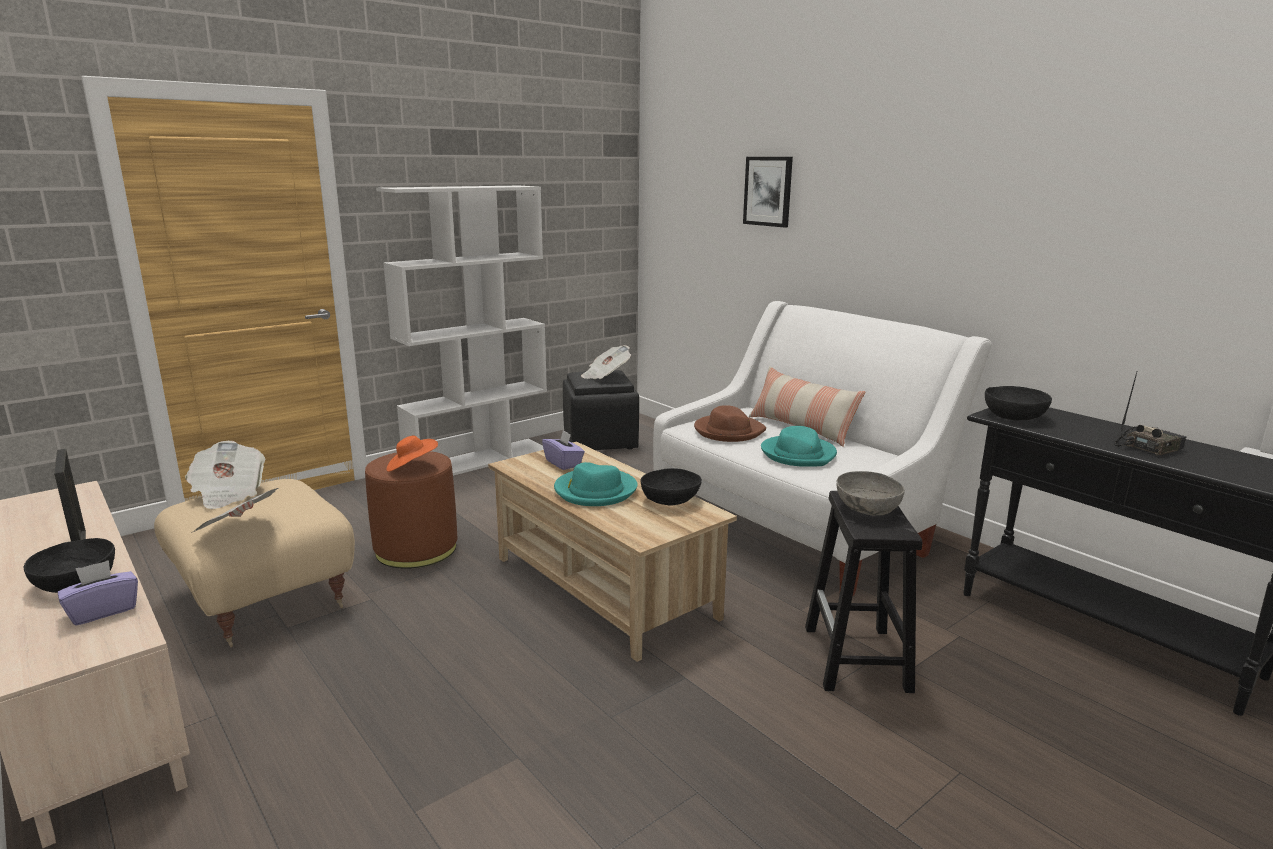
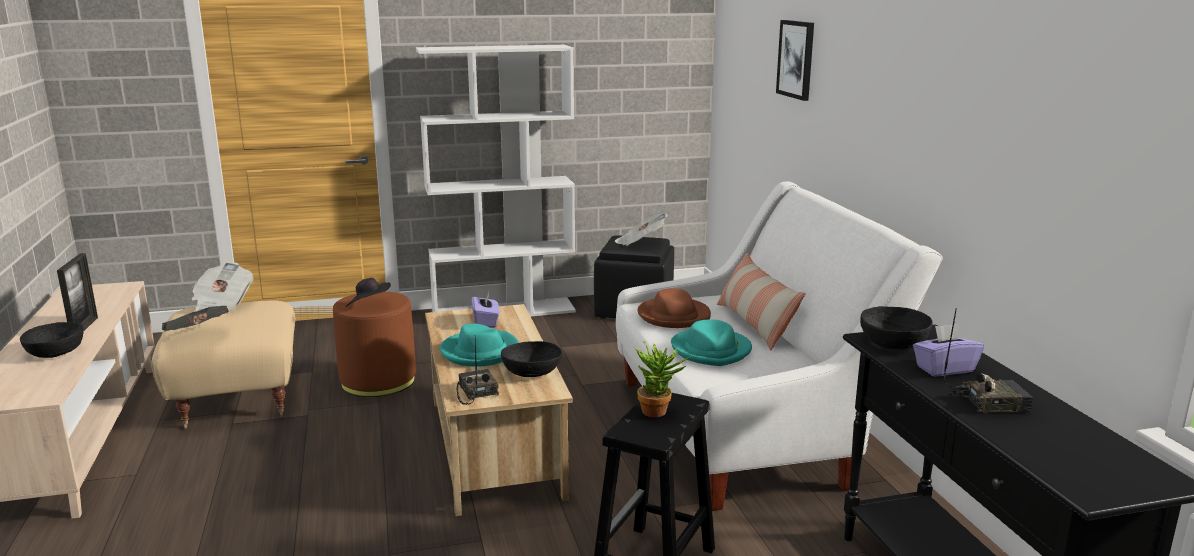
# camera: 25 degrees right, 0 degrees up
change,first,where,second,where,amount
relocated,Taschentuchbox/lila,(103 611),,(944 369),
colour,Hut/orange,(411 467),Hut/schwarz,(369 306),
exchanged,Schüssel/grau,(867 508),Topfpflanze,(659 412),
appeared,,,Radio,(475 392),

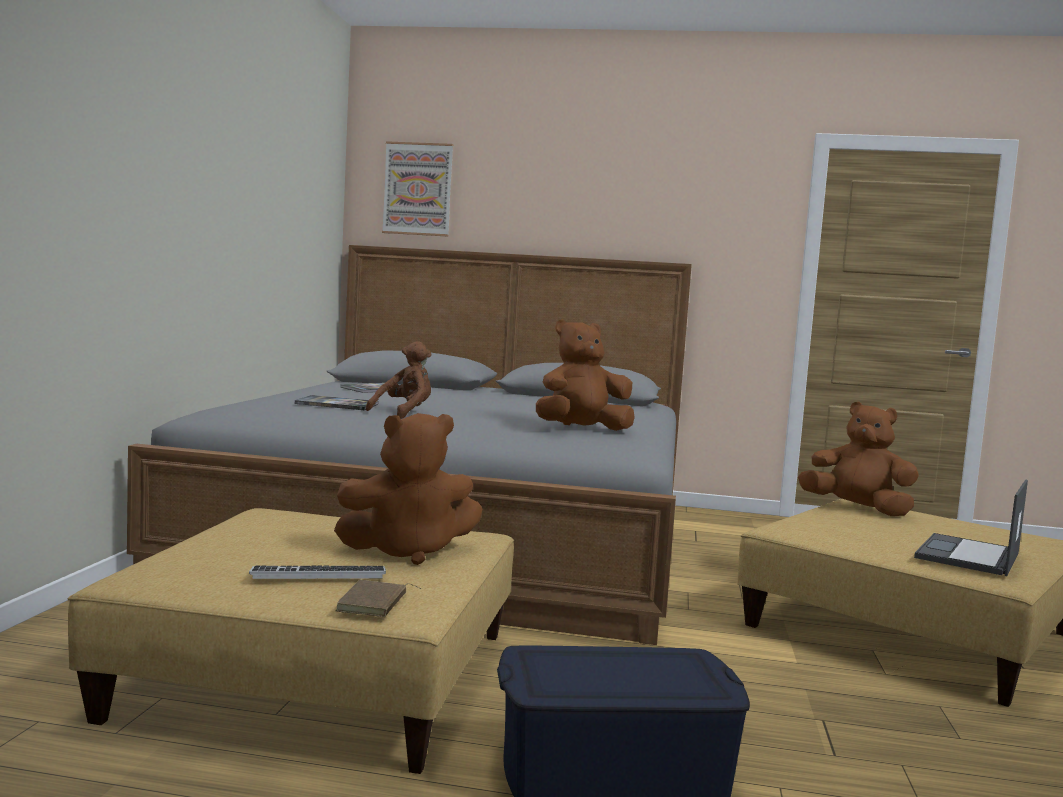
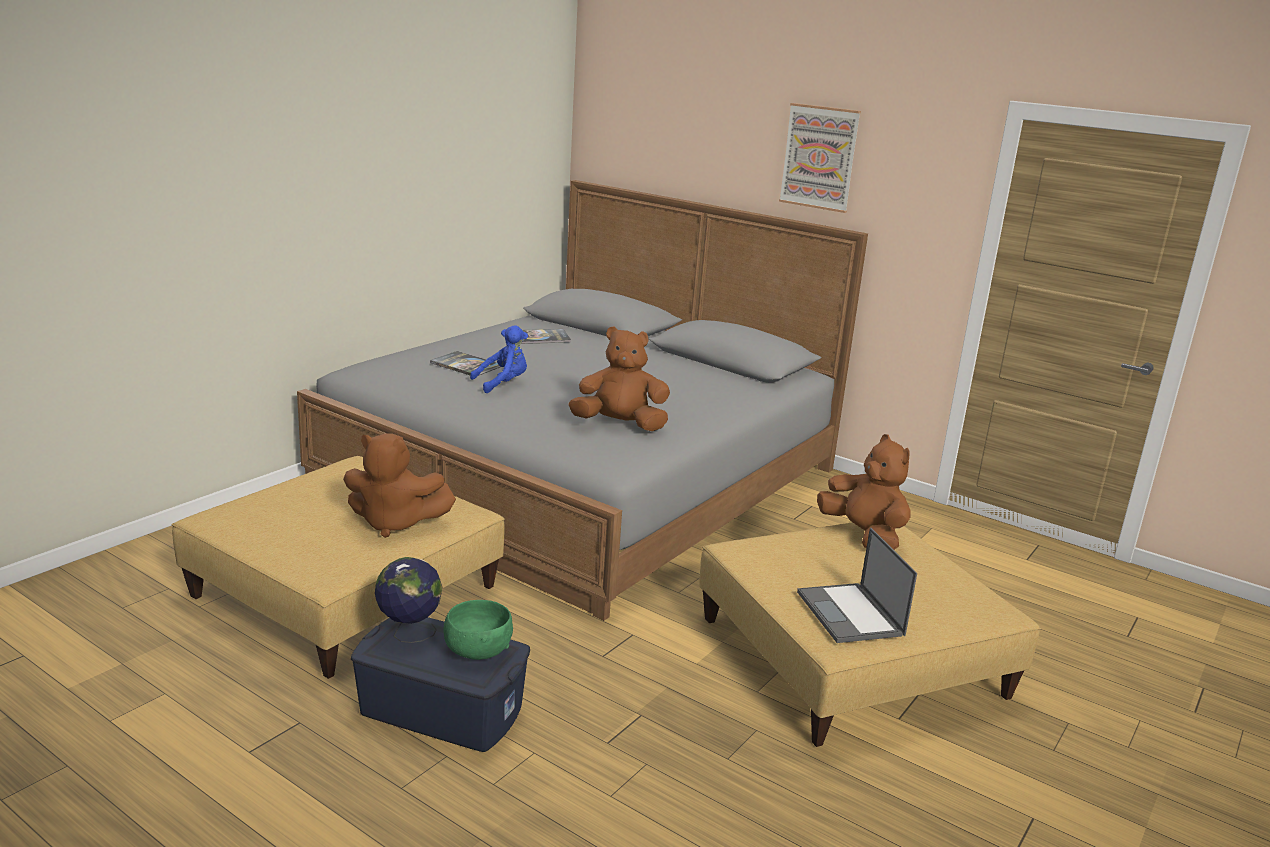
# camera: 25 degrees right, 15 degrees up
change,first,where,second,where,amount
missing,Tastatur,(318 574),,,
missing,Buch/braun,(374 603),,,
colour,Plüschtier/braun,(404 413),Plüschtier/blau,(503 384),
relocated,Bild,(418 189),,(819 157),
spun,Laptop,(968 556),,(851 614),75 degrees counterclockwise
appeared,,,Globus,(409 633),
appeared,,,Schüssel/grün,(477 651),

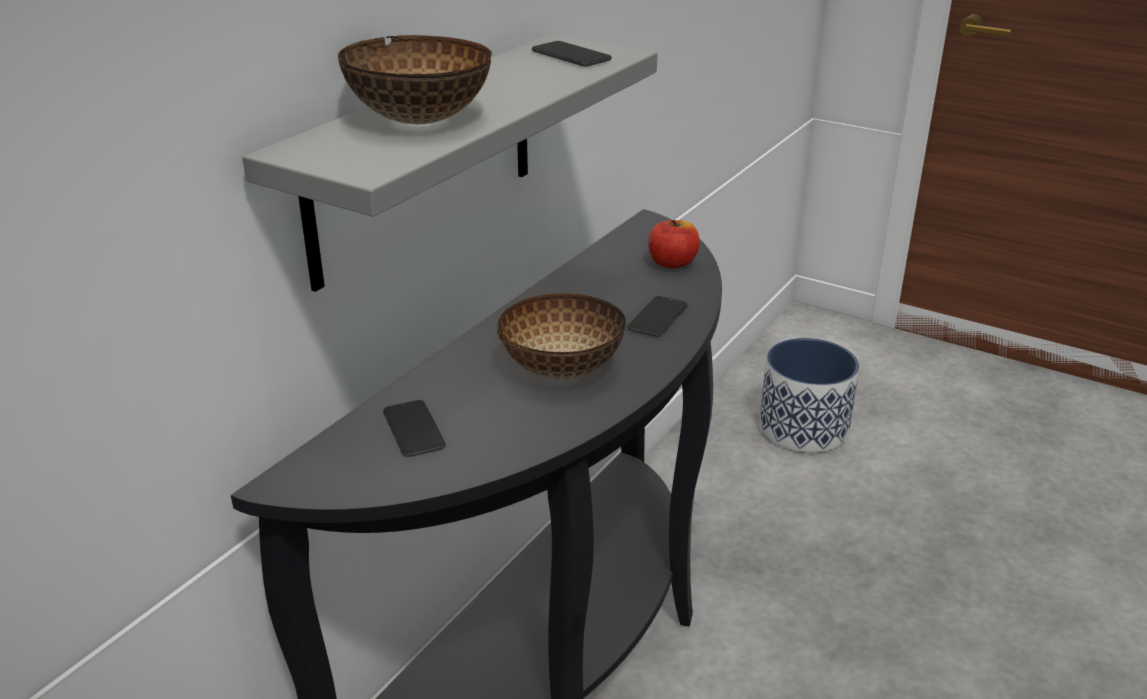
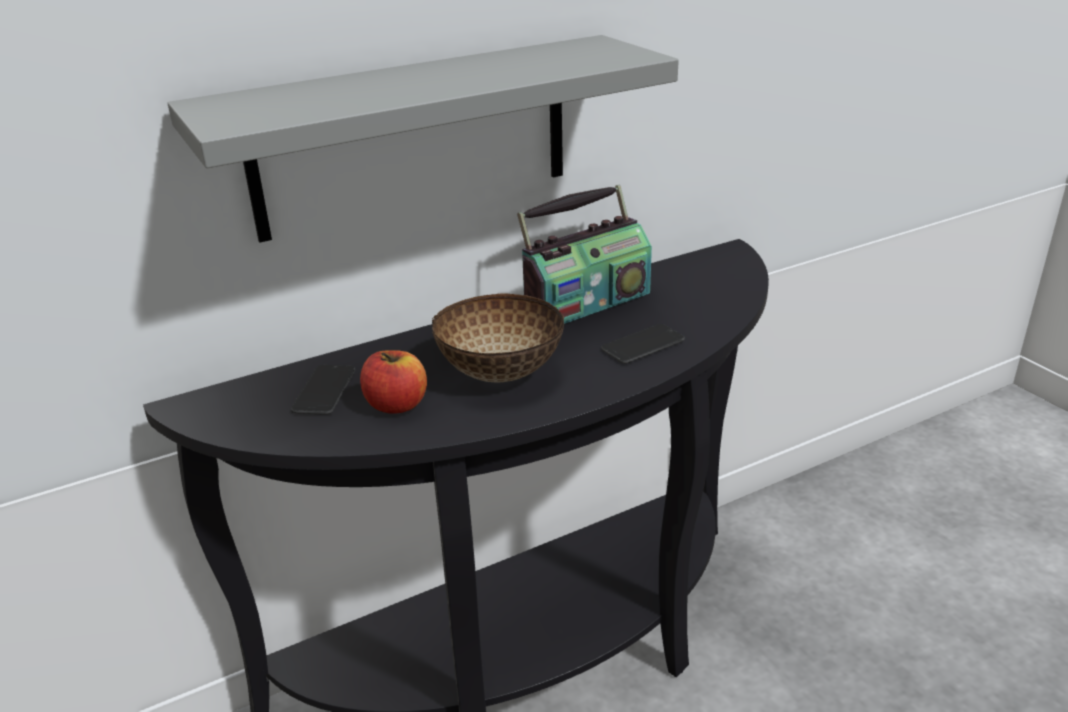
# camera: 30 degrees right, 0 degrees up
change,first,where,second,where,amount
missing,Schüssel,(422 120),,,
missing,Handy,(571 55),,,
relocated,Apfel,(672 263),,(396 405),
missing,Pflanzkübel,(804 429),,,
appeared,,,Radio,(586 302),

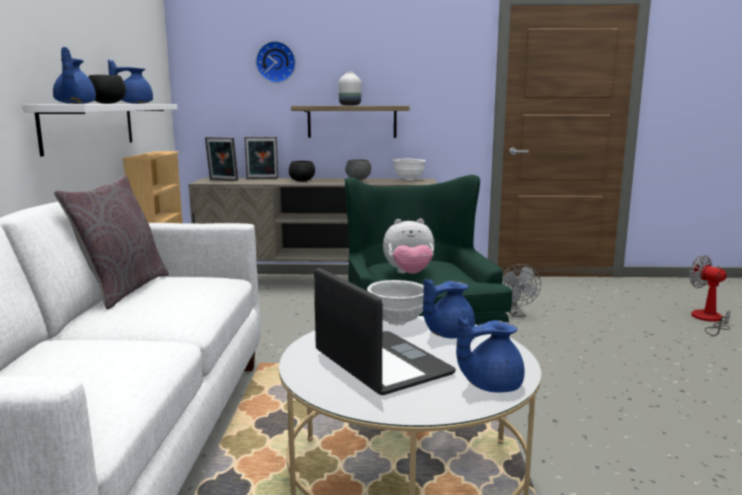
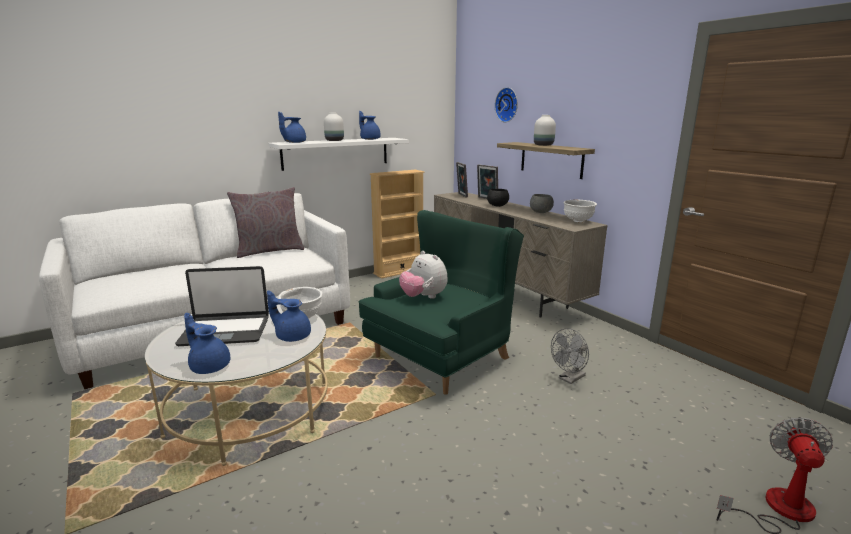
# camera: 55 degrees right, 5 degrees up
change,first,where,second,where,amount
exchanged,Schüssel/schwarz,(107 103),Vase/weiß,(335 140),
spun,Laptop,(381 364),,(225 331),60 degrees clockwise

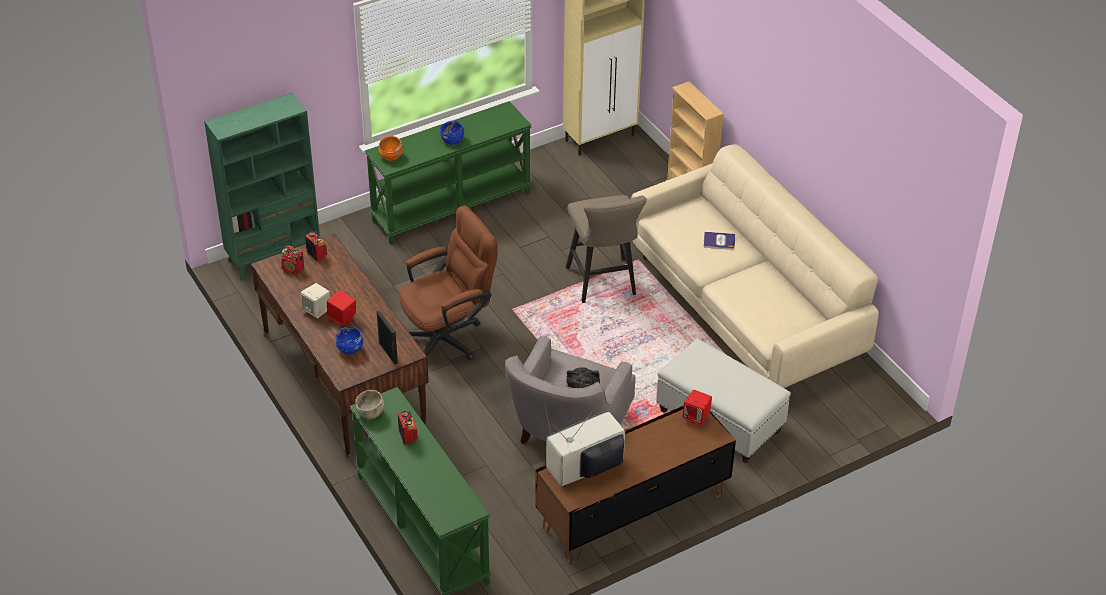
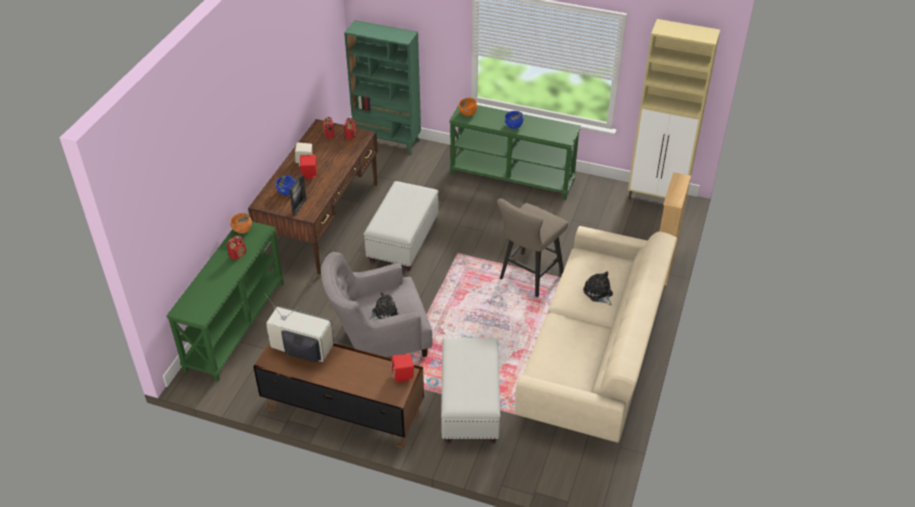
# camera: 50 degrees right, 0 degrees up
change,first,where,second,where,amount
colour,Schüssel/beige,(370 412),Schüssel/orange,(242 229),
exchanged,Bürostuhl/braun,(448 336),Polsterhocker/weiß,(403 242),
exchanged,Buch,(719 241),Plüschtier,(598 293),

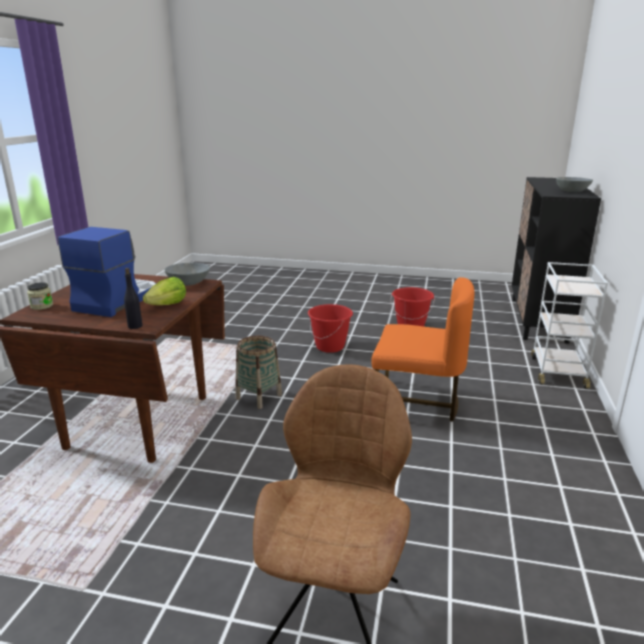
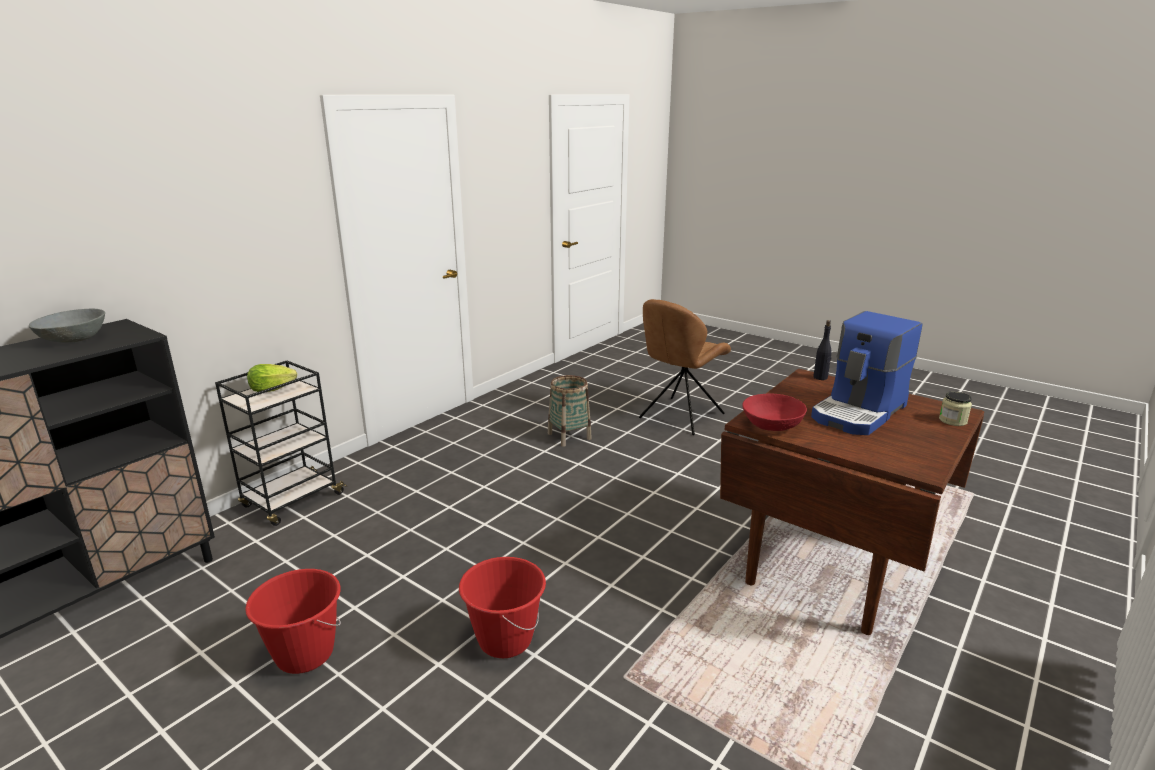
# camera: 155 degrees left, 0 degrees up
change,first,where,second,where,amount
relocated,Salatkopf,(168 305),,(271 390),
colour,Schüssel/grau,(188 283),Schüssel/rot,(771 425),
relocated,Korb,(258 397),,(569 436),
missing,Stuhl/orange,(416 403),,,
colour,Rollwagen/weiß,(557 372),Rollwagen/schwarz,(292 501),

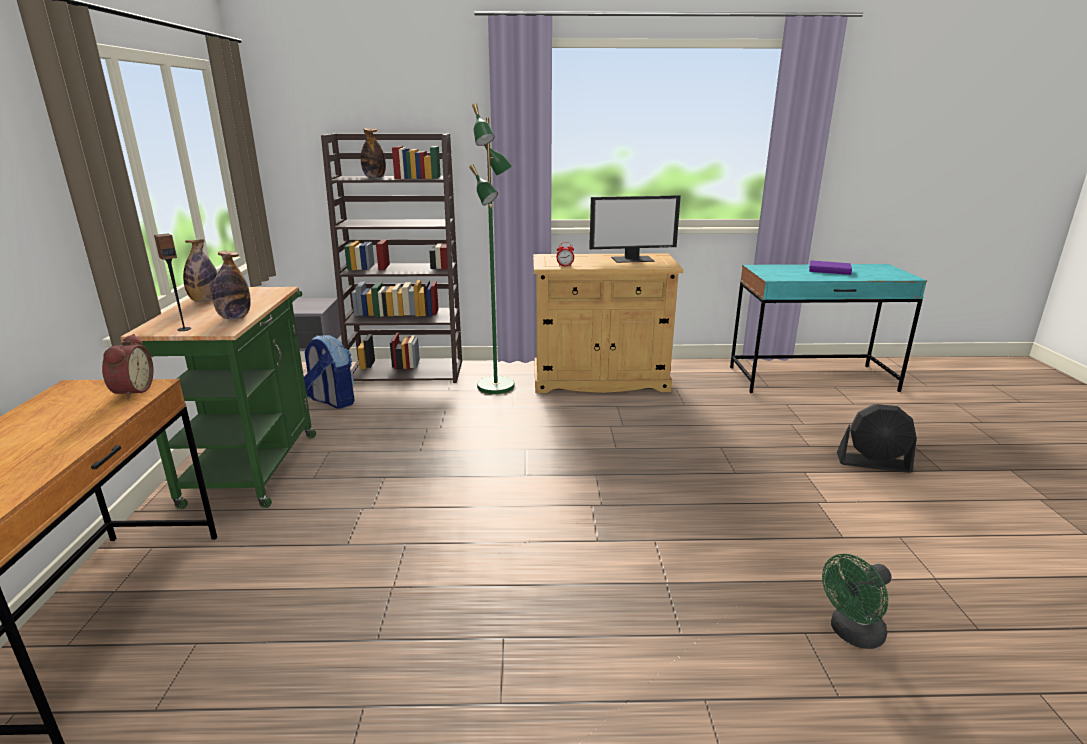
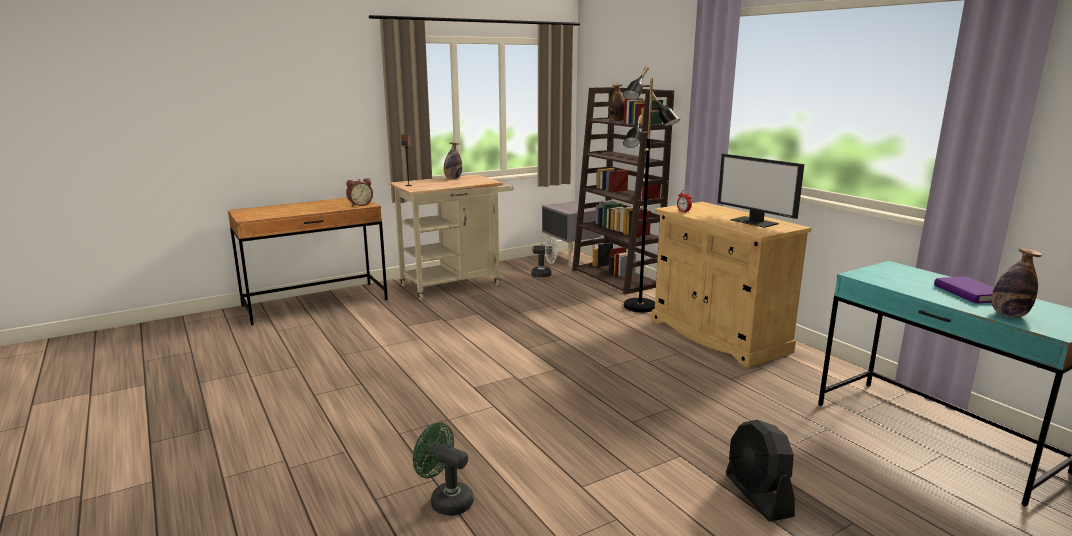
# camera: 60 degrees right, 5 degrees down
change,first,where,second,where,amount
colour,Rollwagen/grün,(255 463),Rollwagen/beige,(456 284),
relocated,Flasche,(235 318),,(1008 315),
exchanged,Rucksack,(332 401),Ventilator/weiß,(545 275),
colour,Stehlampe/grün,(497 386),Stehlampe/schwarz,(640 307),

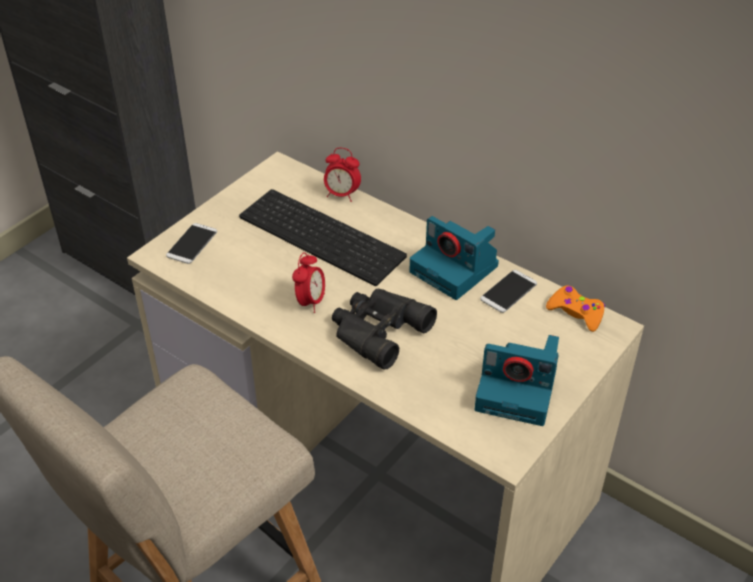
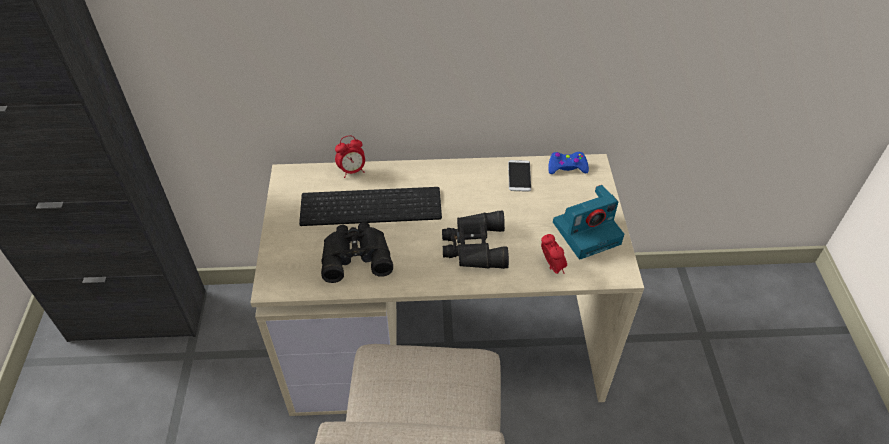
# camera: 40 degrees left, 5 degrees up
change,first,where,second,where,amount
missing,Handy,(192 244),,,
relocated,Wecker,(310 302),,(551 267),
missing,Kamera,(456 269),,,
colour,Gamepad/orange,(576 312),Gamepad/blau,(567 167),
appeared,,,Fernglas/schwarz,(355 255),

